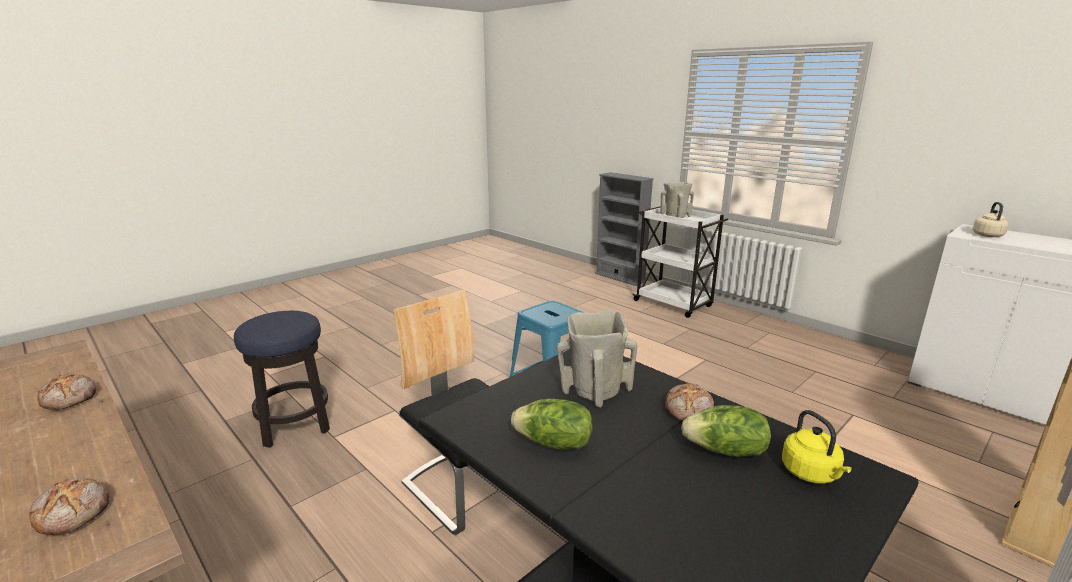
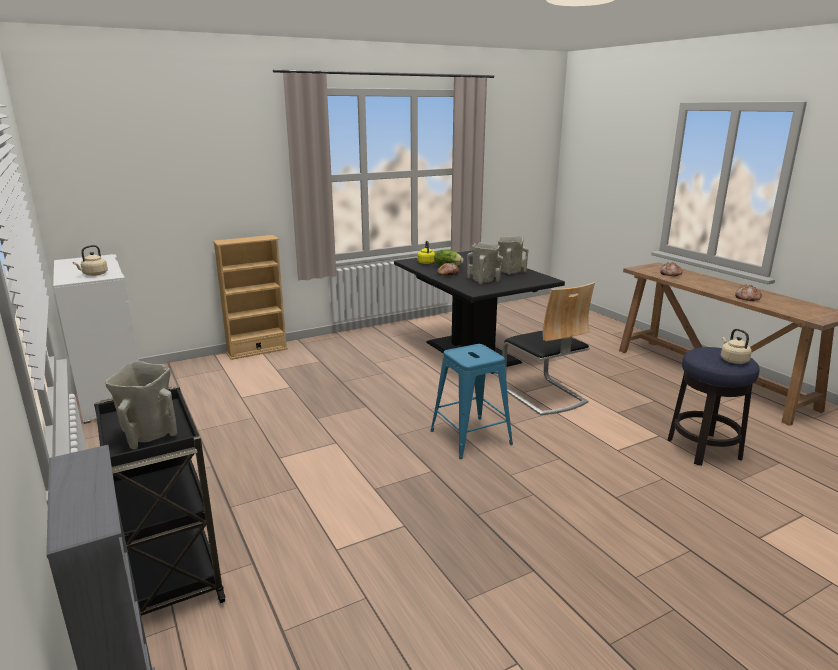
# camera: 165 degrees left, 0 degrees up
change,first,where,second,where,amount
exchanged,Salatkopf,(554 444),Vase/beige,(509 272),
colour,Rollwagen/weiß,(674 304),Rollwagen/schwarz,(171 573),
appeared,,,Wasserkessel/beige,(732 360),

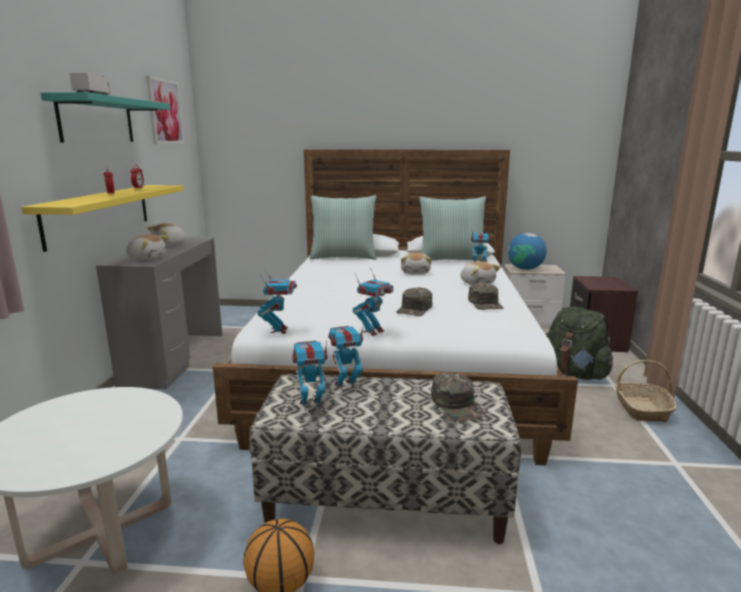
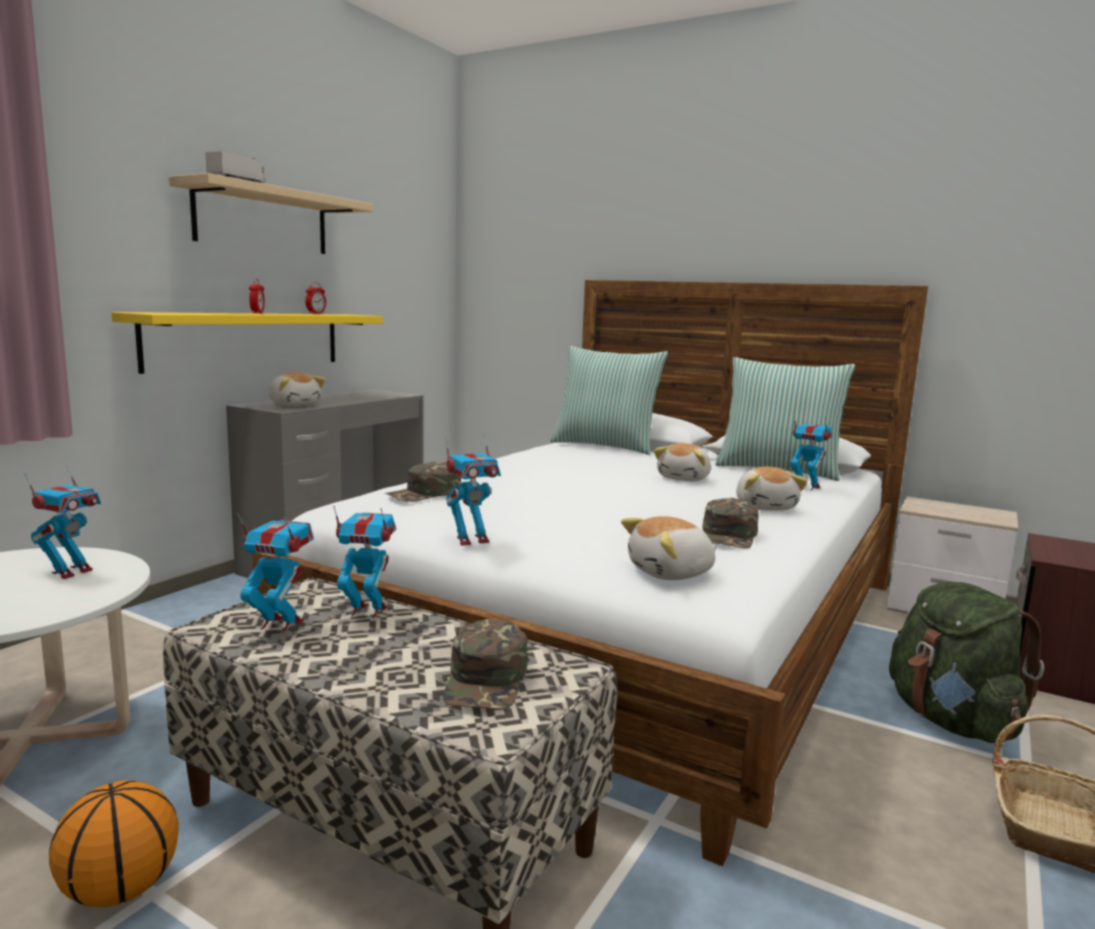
# camera: 25 degrees right, 5 degrees down
change,first,where,second,where,amount
colour,Wandregal/türkis,(97 120),Wandregal/beige,(262 220),
missing,Bild,(165 111),,,
relocated,Plüschtier,(170 244),,(671 573),
relocated,Spielzeugroboter,(279 330),,(71 572),
relocated,Kappe/grün,(415 309),,(424 493),
missing,Globus,(525 269),,,

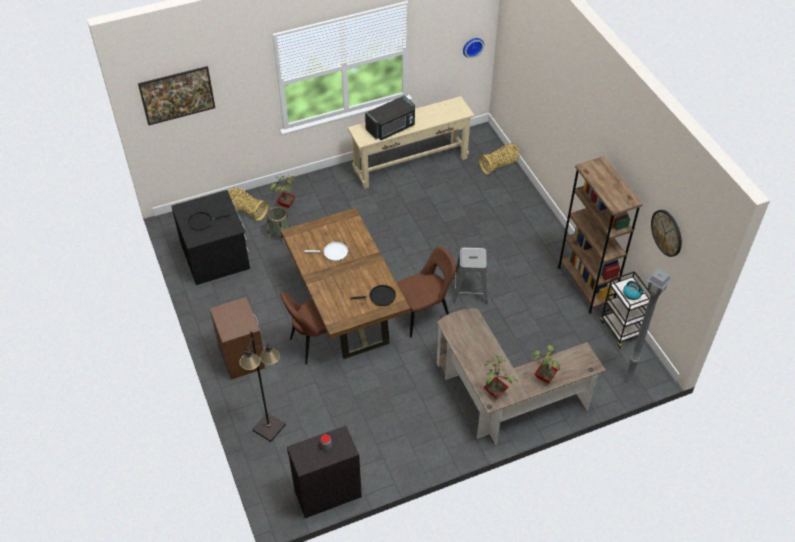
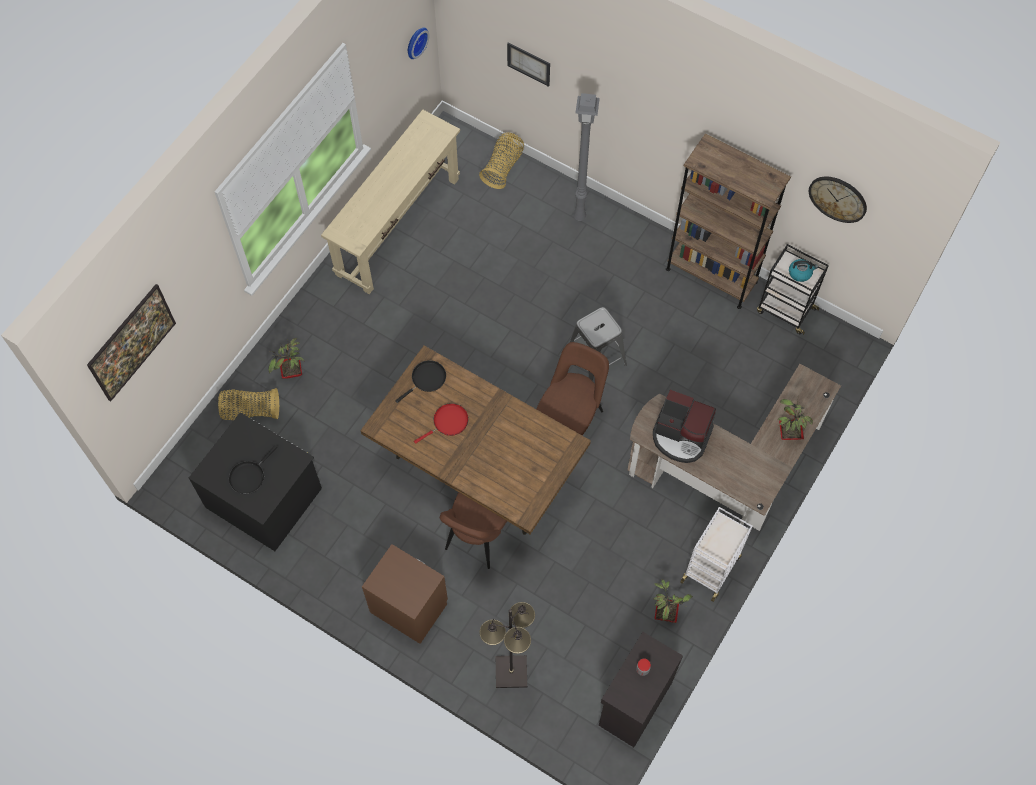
# camera: 35 degrees left, 15 degrees up
change,first,where,second,where,amount
missing,Korb,(279 235),,,
colour,Pfanne/weiß,(333 253),Pfanne/rot,(448 422),
relocated,Pfanne/schwarz,(380 297),,(426 379),
missing,Mikrowelle/schwarz,(391 128),,,
relocated,Topfpflanze,(496 391),,(666 612),
relocated,Stehlampe/grau,(629 378),,(580 216),
appeared,,,Bild,(529 64),
appeared,,,Kaffeemaschine,(681 436),
appeared,,,Rollwagen/weiß,(711 567),

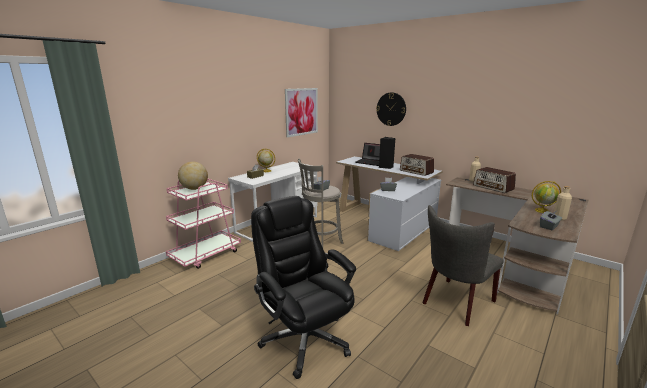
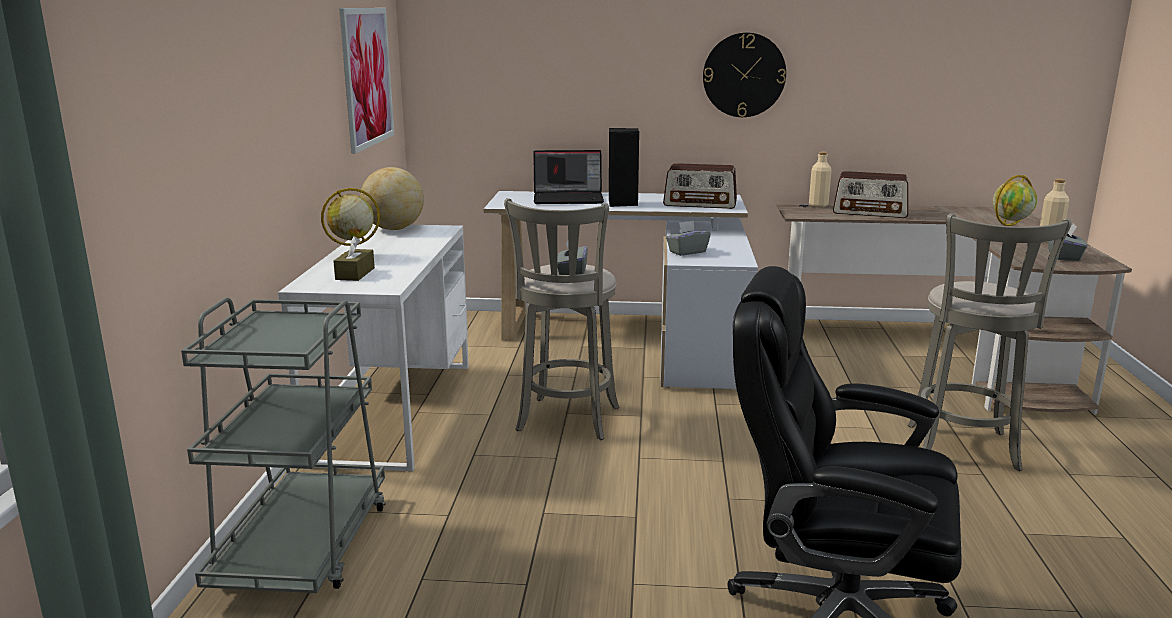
# camera: 35 degrees left, 0 degrees up
change,first,where,second,where,amount
colour,Rollwagen/rosa,(206 255),Rollwagen/grau,(303 546),
relocated,Globus,(194 188),,(394 229),
relocated,Wanduhr,(391 109),,(744 75),
exchanged,Stuhl/grau,(455 303),Hocker/grau,(963 450),

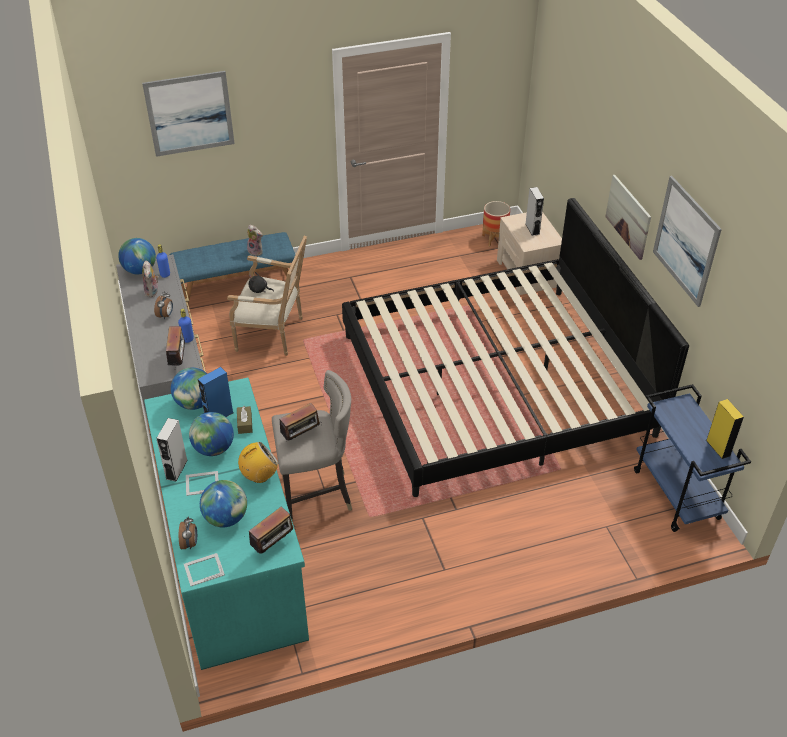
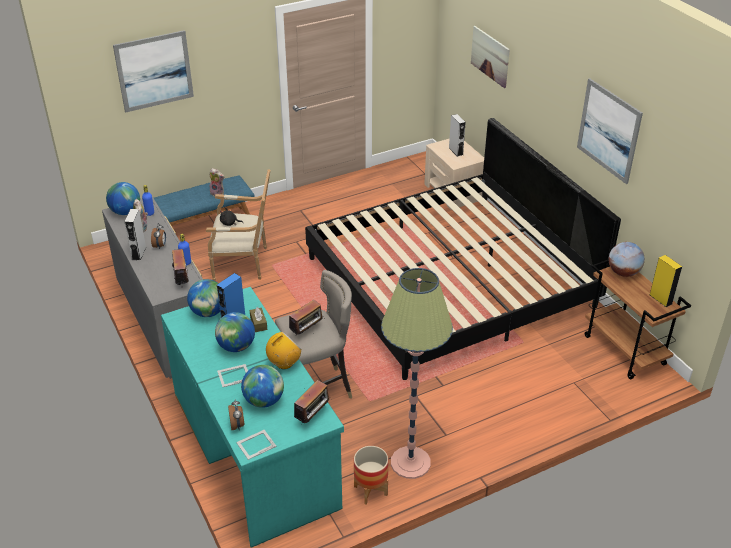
# camera: 10 degrees left, 5 degrees down
change,first,where,second,where,amount
relocated,Lautsprecher/grau,(176 469),,(139 253),
relocated,Pflanzkübel,(494 239),,(371 490),
relocated,Bild,(628 216),,(490 56),
colour,Rollwagen/blau,(677 495),Rollwagen/braun,(625 350),
appeared,,,Stehlampe,(410 462),
appeared,,,Globus,(623 272),

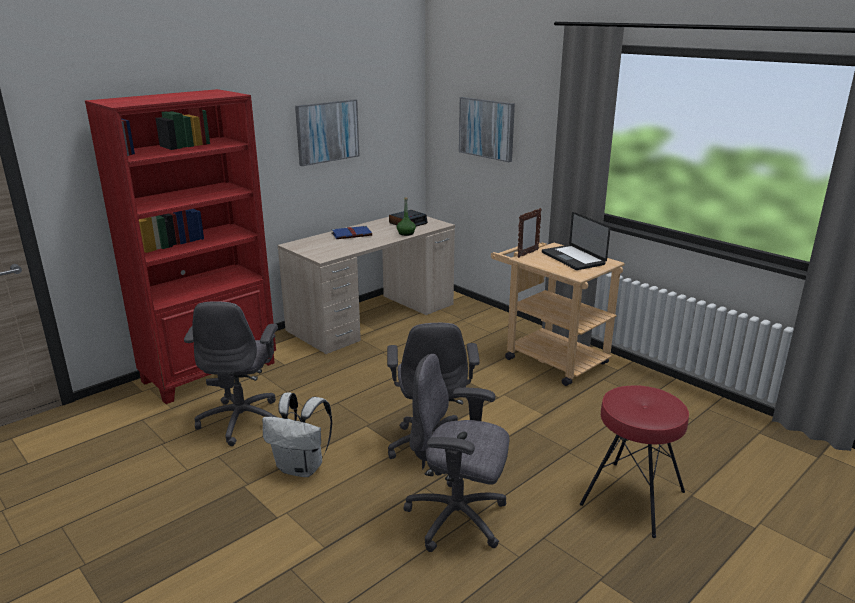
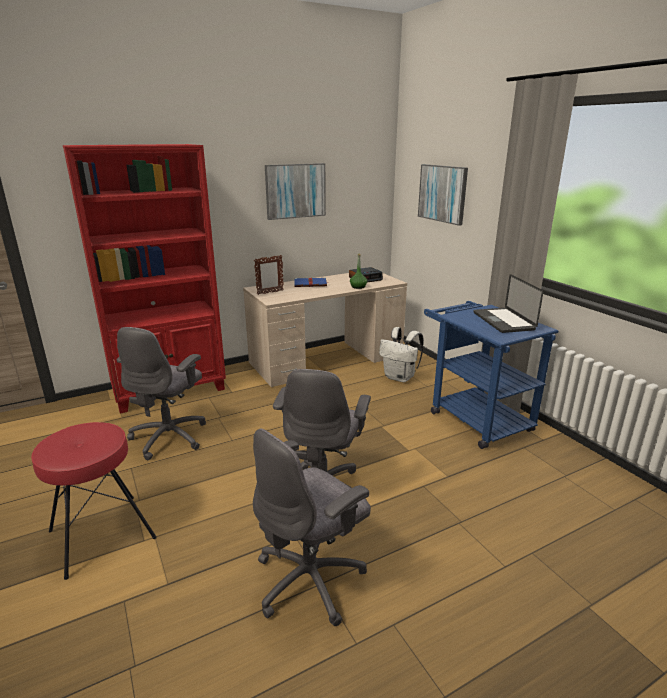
# camera: 15 degrees right, 0 degrees up
change,first,where,second,where,amount
relocated,Rucksack/weiß,(302 468),,(400 377),
spun,Bürostuhl/grau,(458 519),,(311 579),75 degrees counterclockwise
colour,Rollwagen/beige,(548 358),Rollwagen/blau,(474 417),
relocated,Bilderrahmen,(527 254),,(270 292),
relocated,Hocker/rot,(632 497),,(101 533),

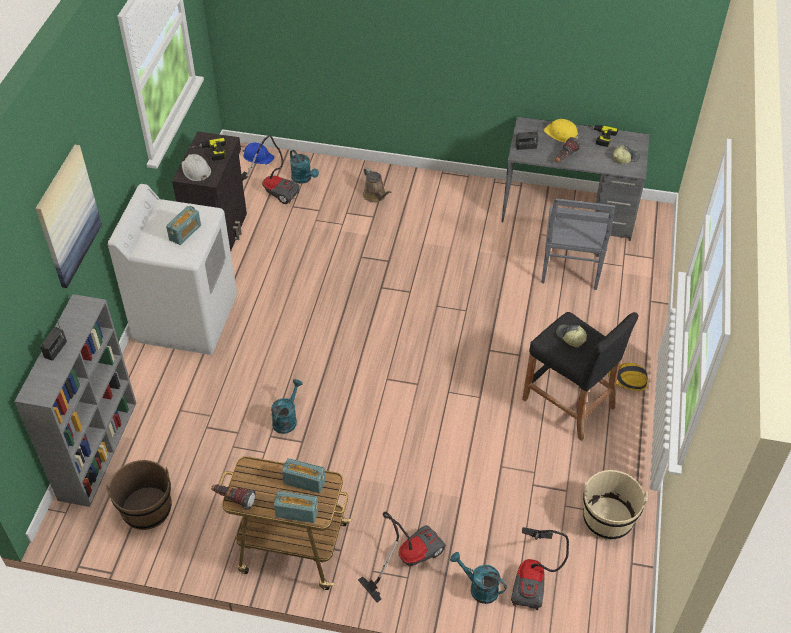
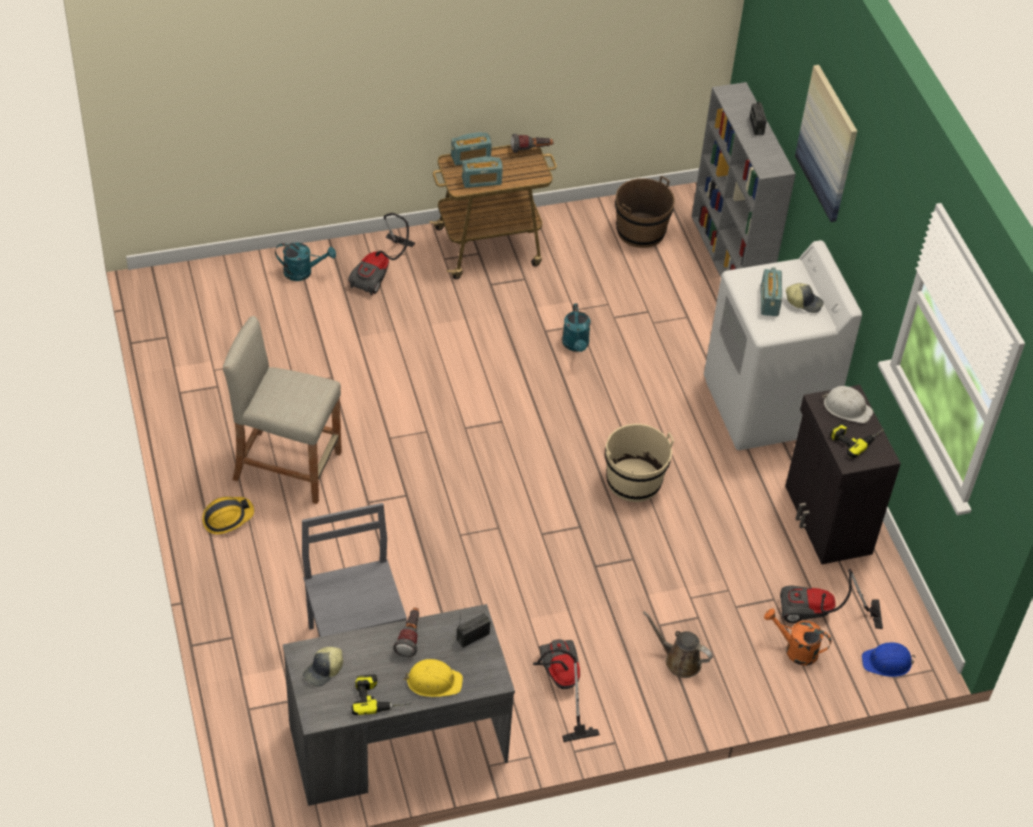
# camera: 150 degrees right, 0 degrees up
change,first,where,second,where,amount
colour,Gießkanne/türkis,(303 179),Gießkanne/orange,(795 649),
relocated,Staubsauger,(533 577),,(560 686),
colour,Hocker/schwarz,(568 403),Hocker/beige,(287 466),
relocated,Kappe,(570 337),,(804 302),
relocated,Eimer/beige,(607 519),,(633 481),

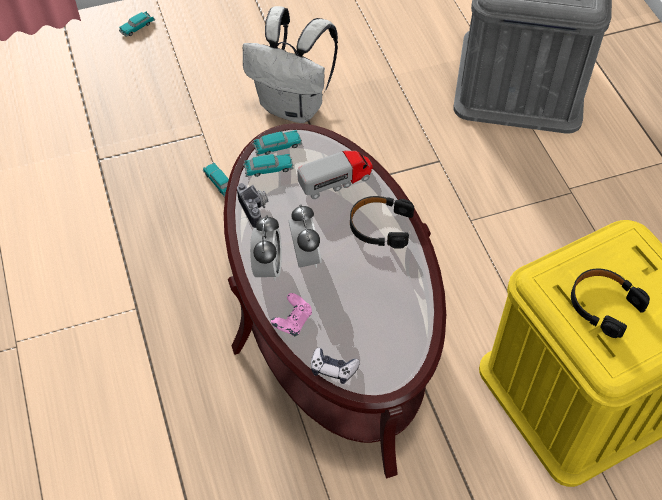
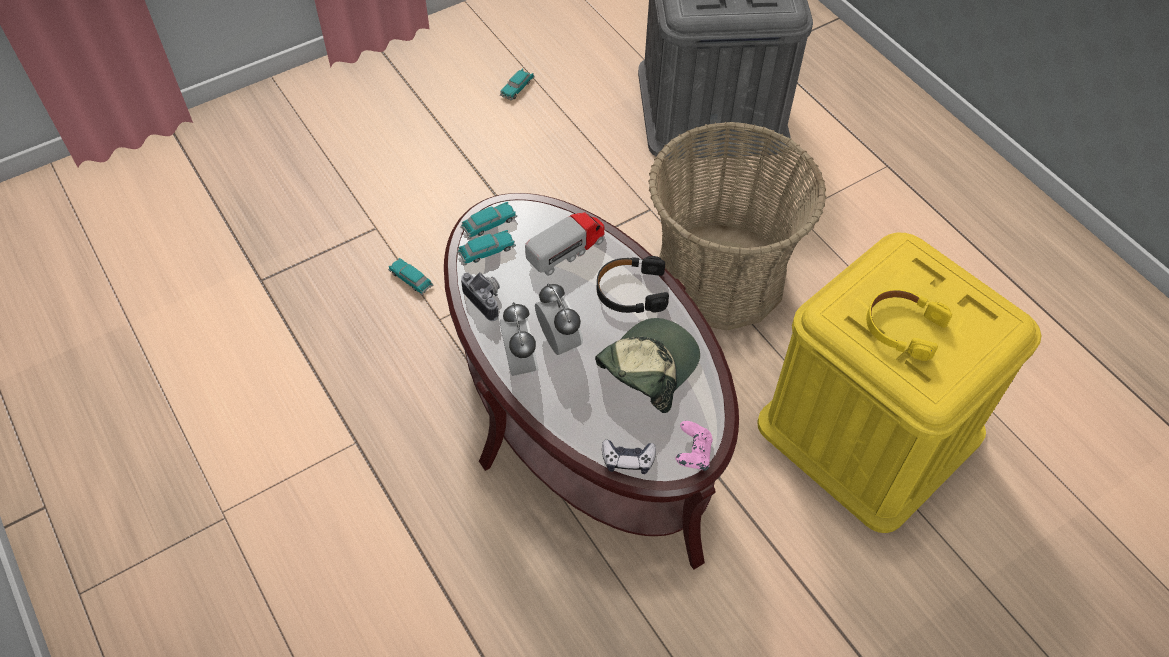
# camera: 15 degrees left, 0 degrees up
change,first,where,second,where,amount
relocated,Spielzeugauto,(137 27),,(517 88),
missing,Rucksack/weiß,(294 106),,,
relocated,Gamepad/rosa,(292 321),,(692 453),
colour,Kopfhörer/schwarz,(603 305),Kopfhörer/gelb,(902 328),
appeared,,,Kappe,(647 367),
appeared,,,Korb,(720 276),

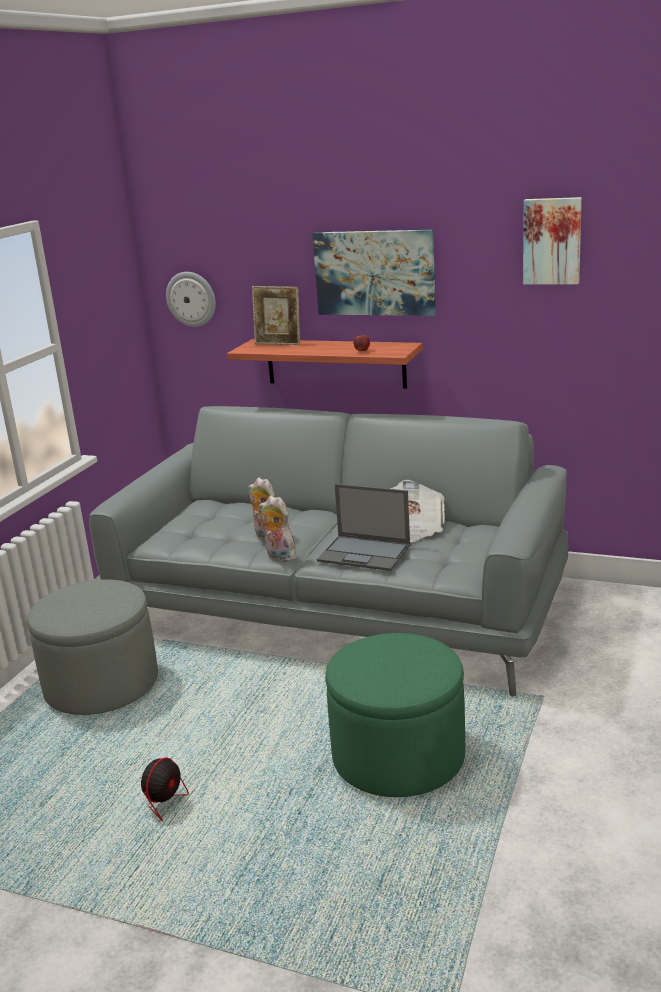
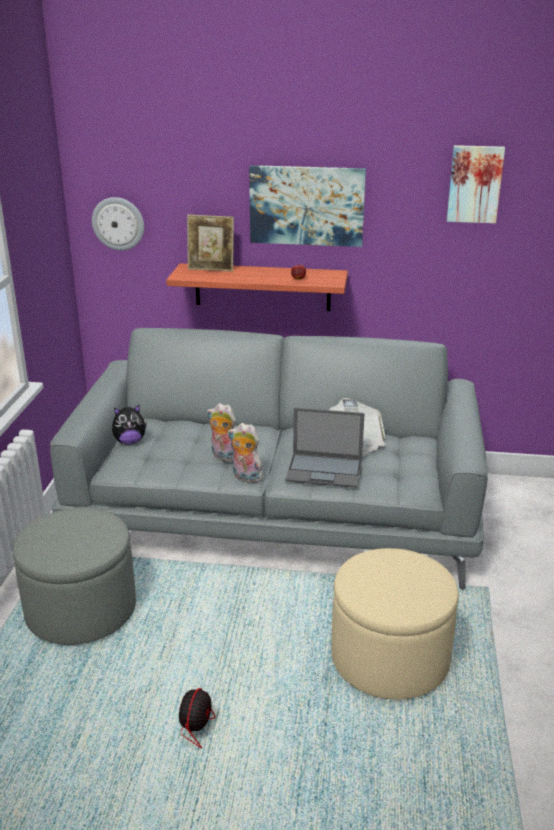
# camera: 15 degrees left, 5 degrees up
change,first,where,second,where,amount
colour,Polsterhocker/grün,(398 757),Polsterhocker/beige,(389 658),
appeared,,,Plüschtier,(130 441),

